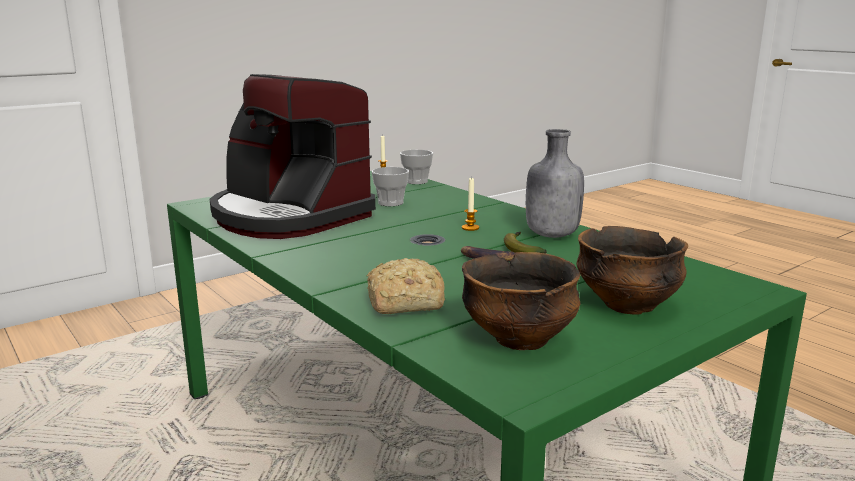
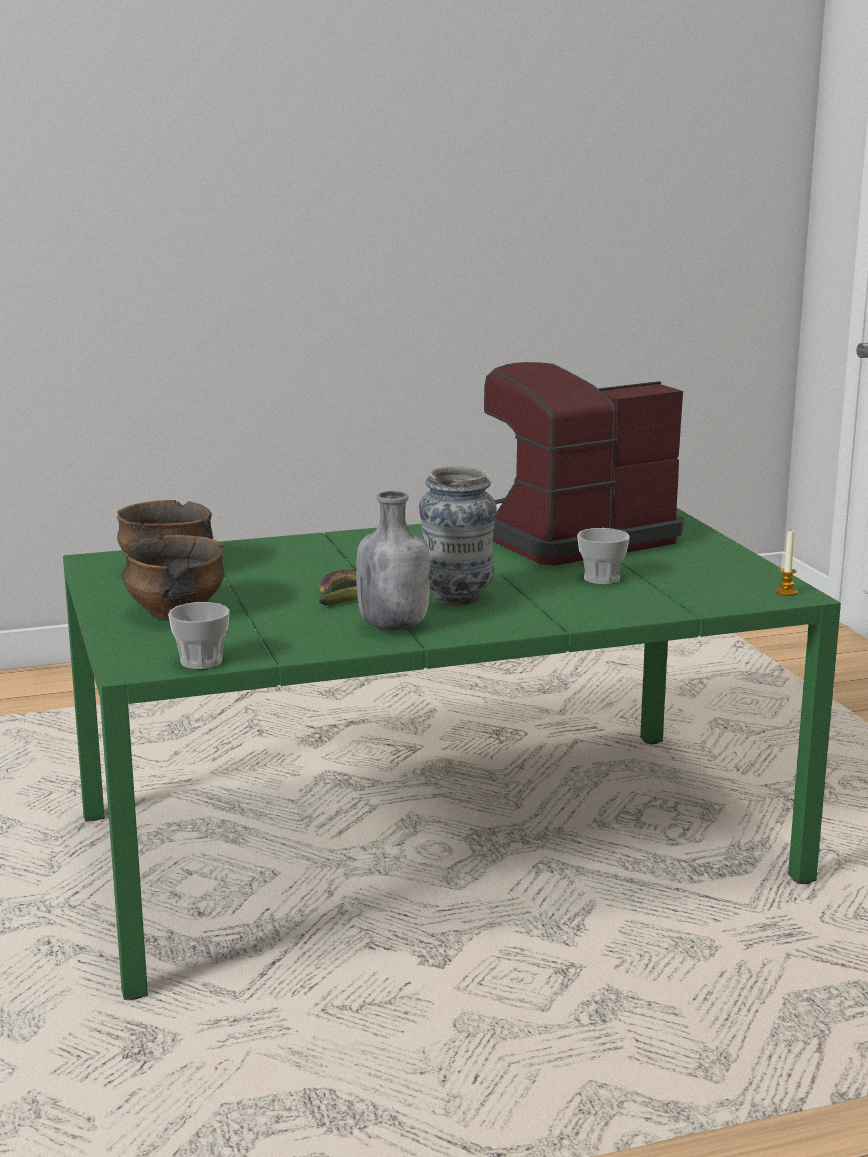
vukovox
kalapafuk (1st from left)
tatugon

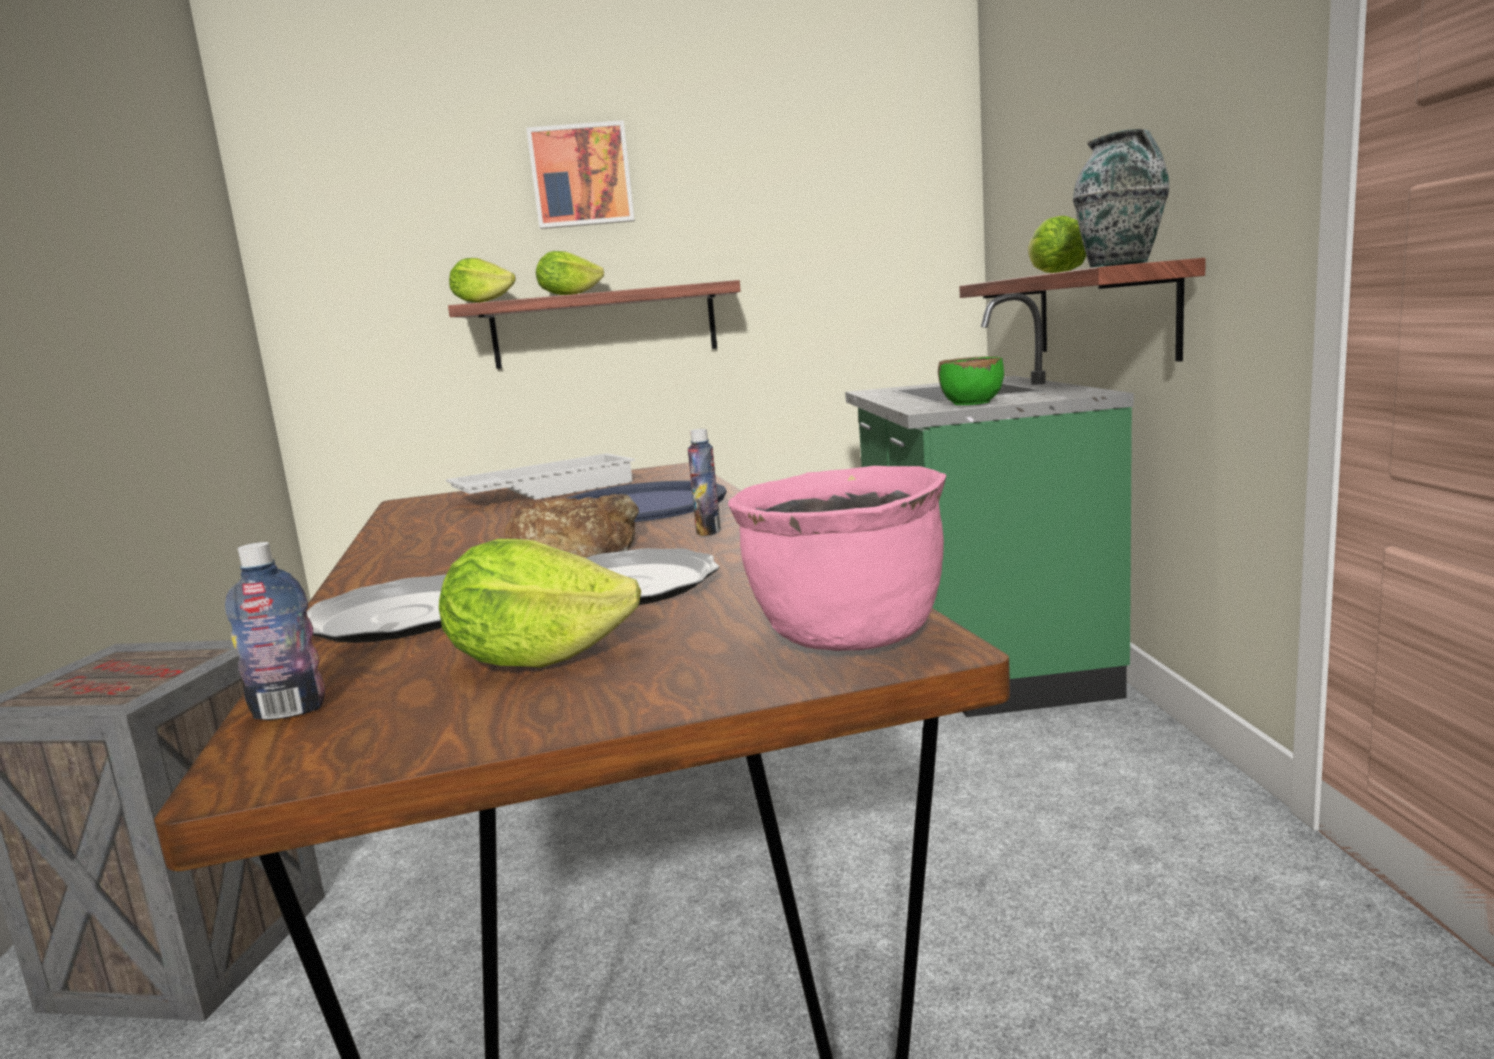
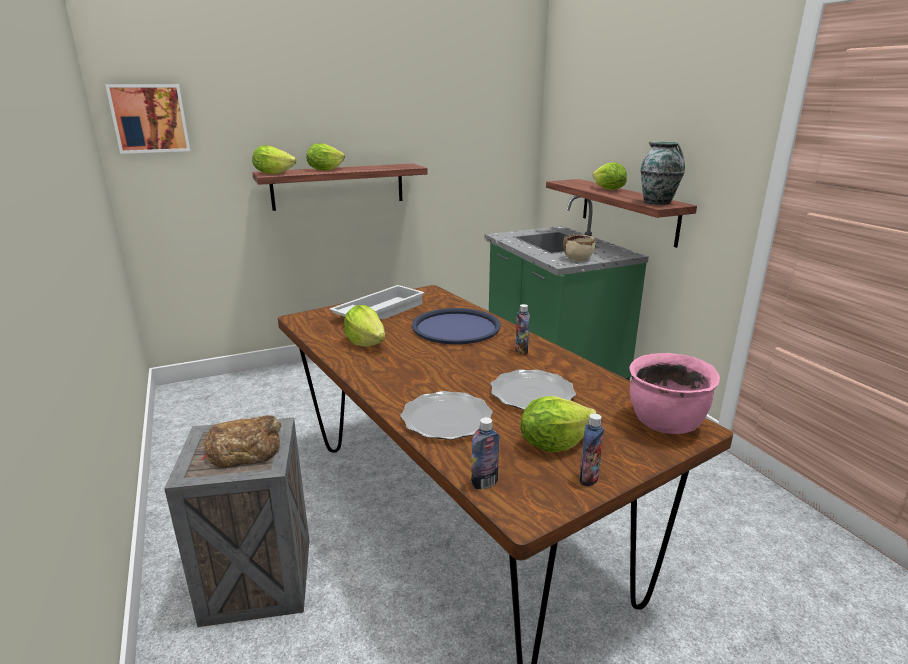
vukovox
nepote
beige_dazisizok
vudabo (3rd from left)
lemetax (3rd from left)

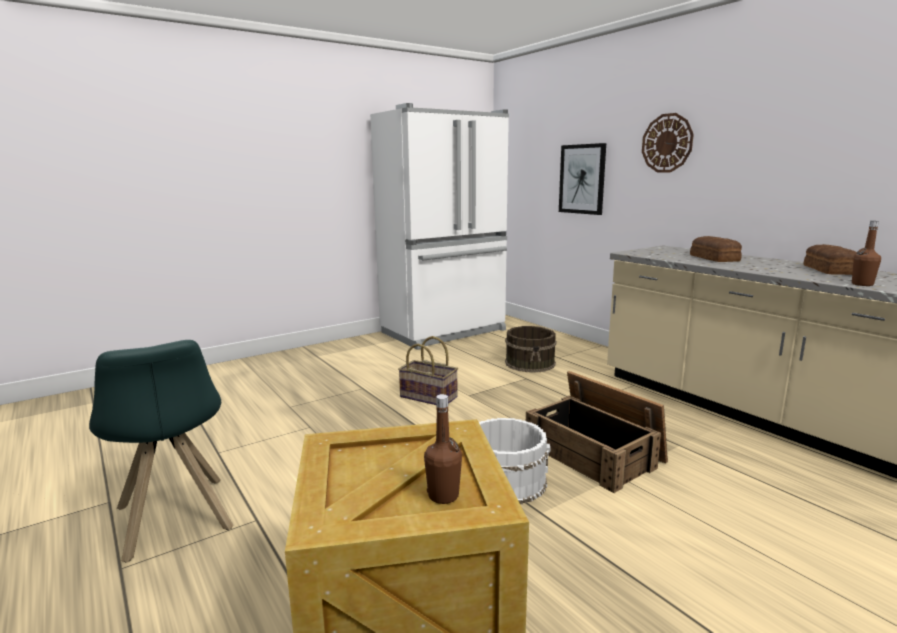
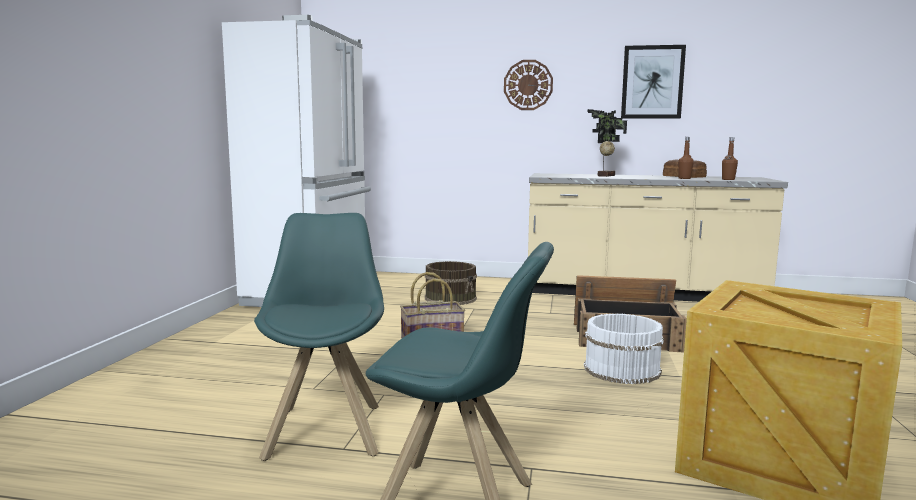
brown_lemetax (1st from left)
nepote
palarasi
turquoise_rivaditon (1st from left)

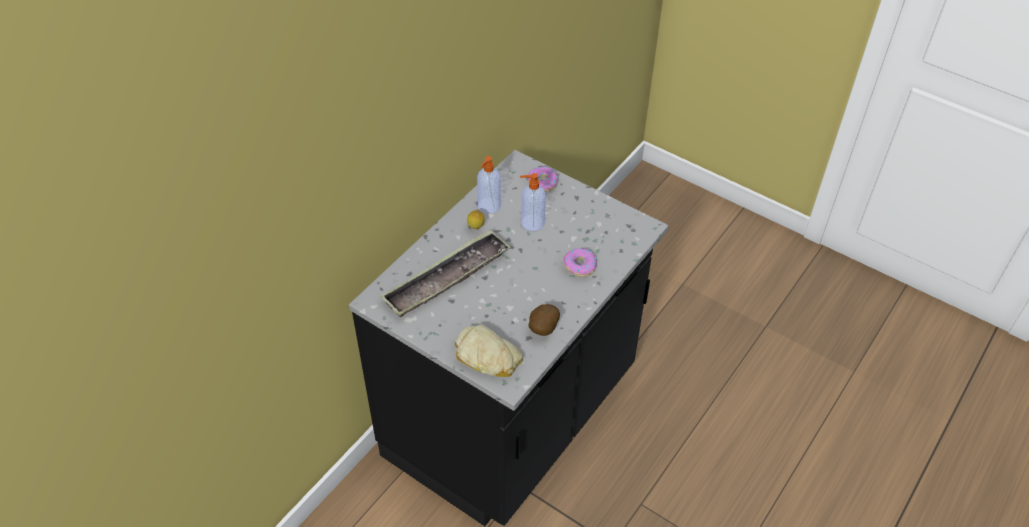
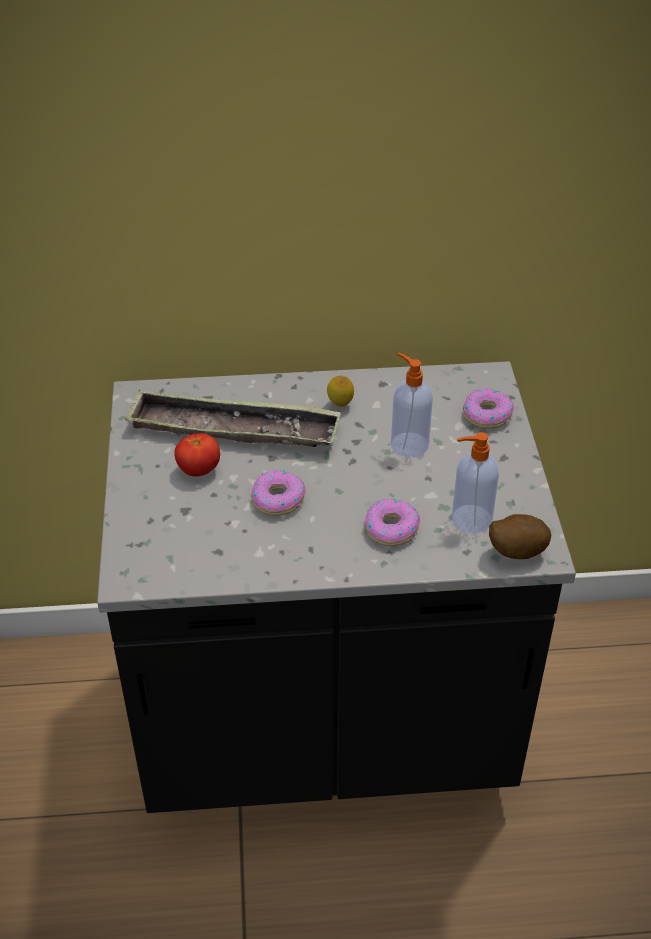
vukovox
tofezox (2nd from left)
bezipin
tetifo
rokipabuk (1st from left)

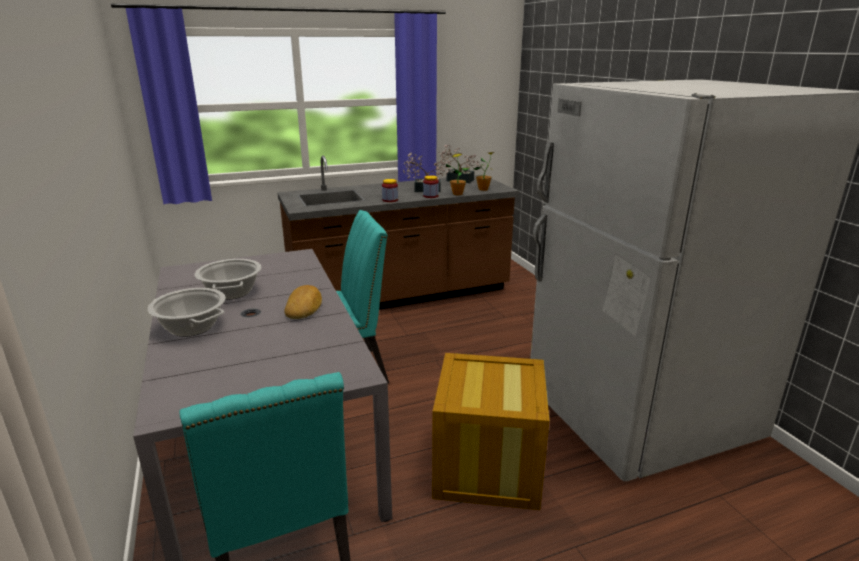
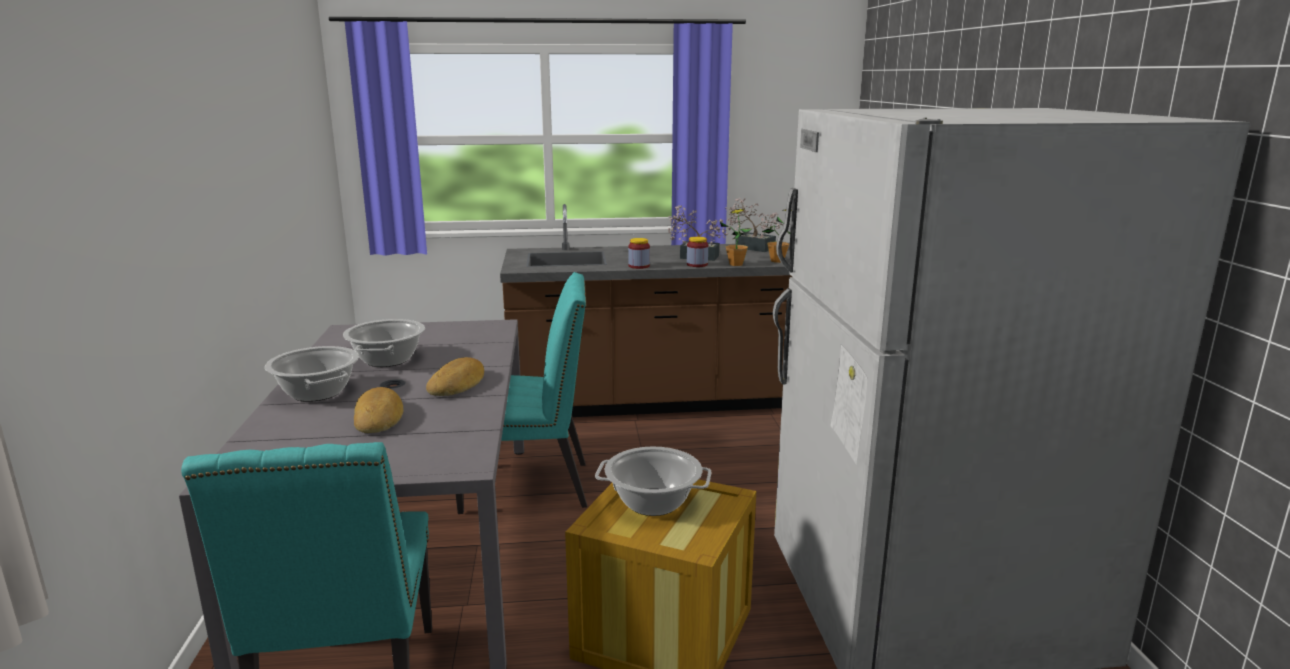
vukovox (1st from left)
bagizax (3rd from left)

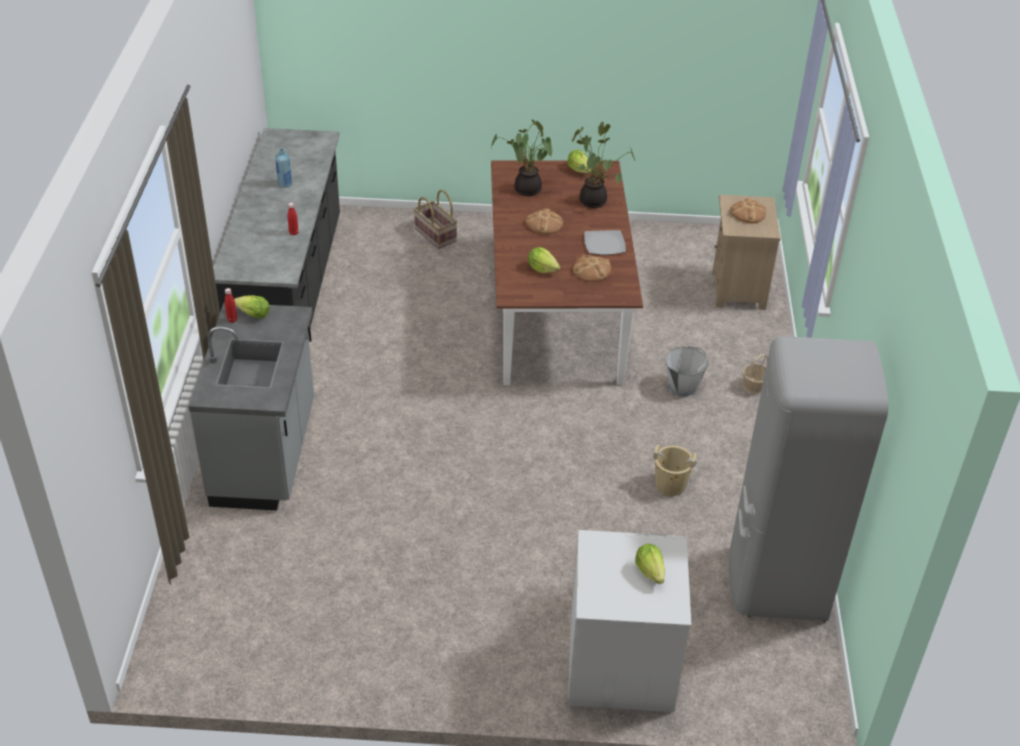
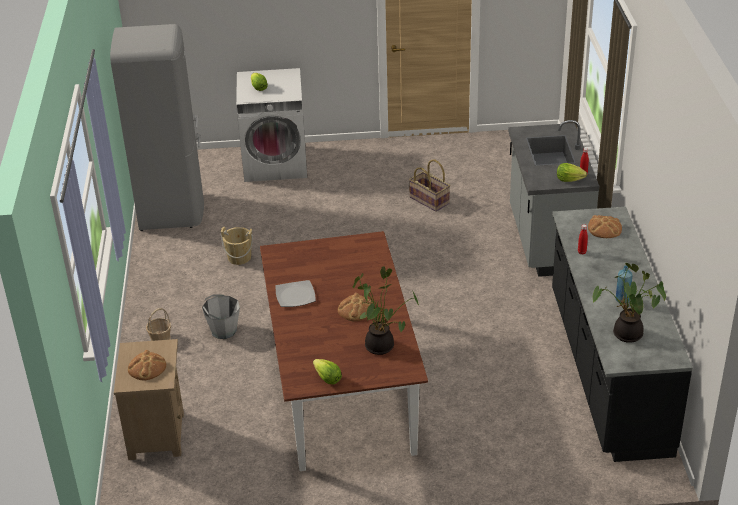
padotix (2nd from left)
vudabo (2nd from left in the first image)
palarasi (2nd from left)
vukovox (3rd from left)

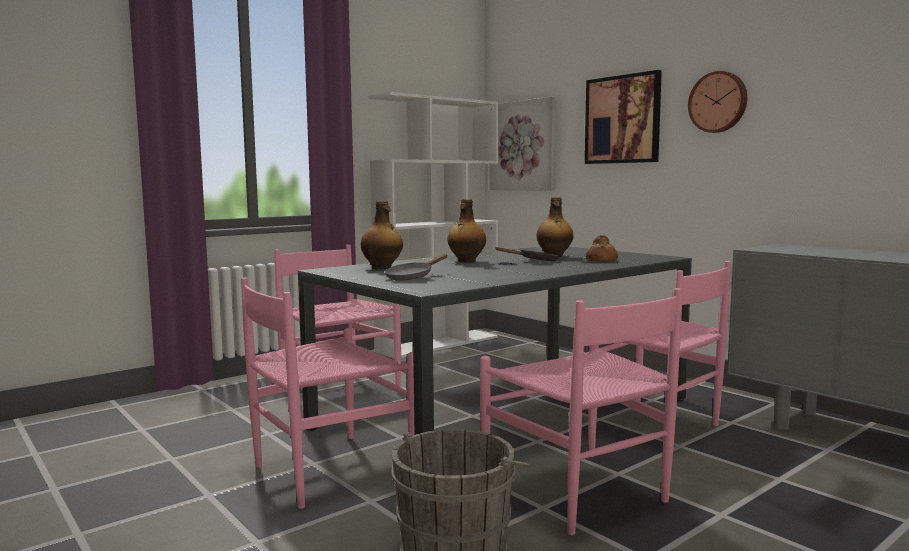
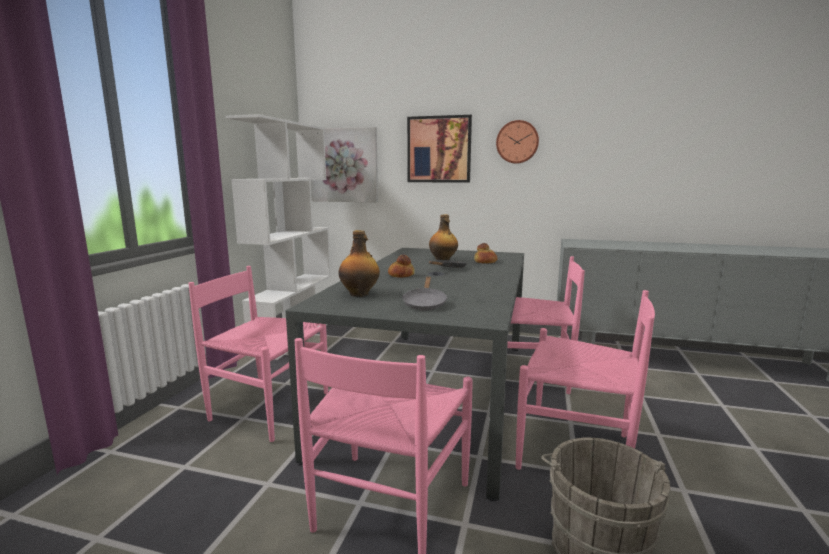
vukovox (1st from left)

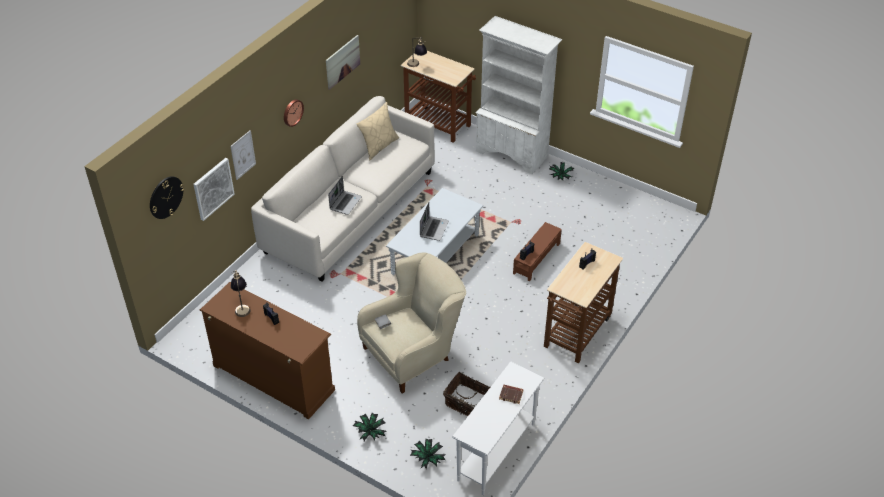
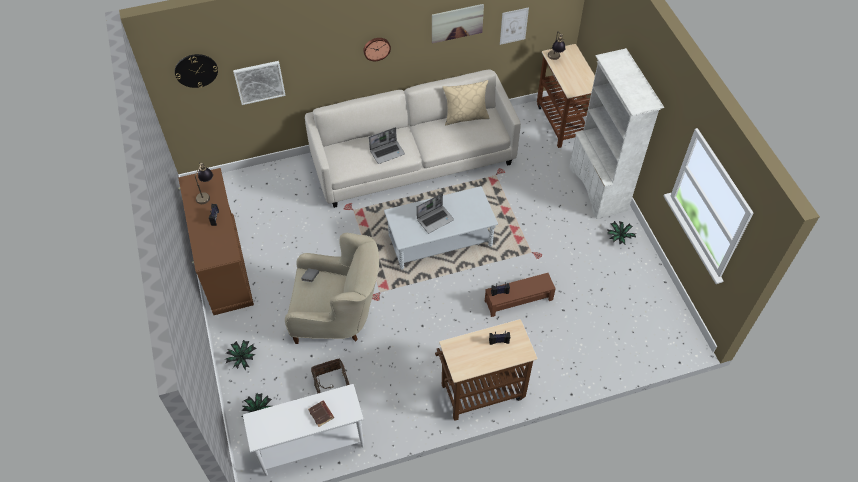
nepote (3rd from left)

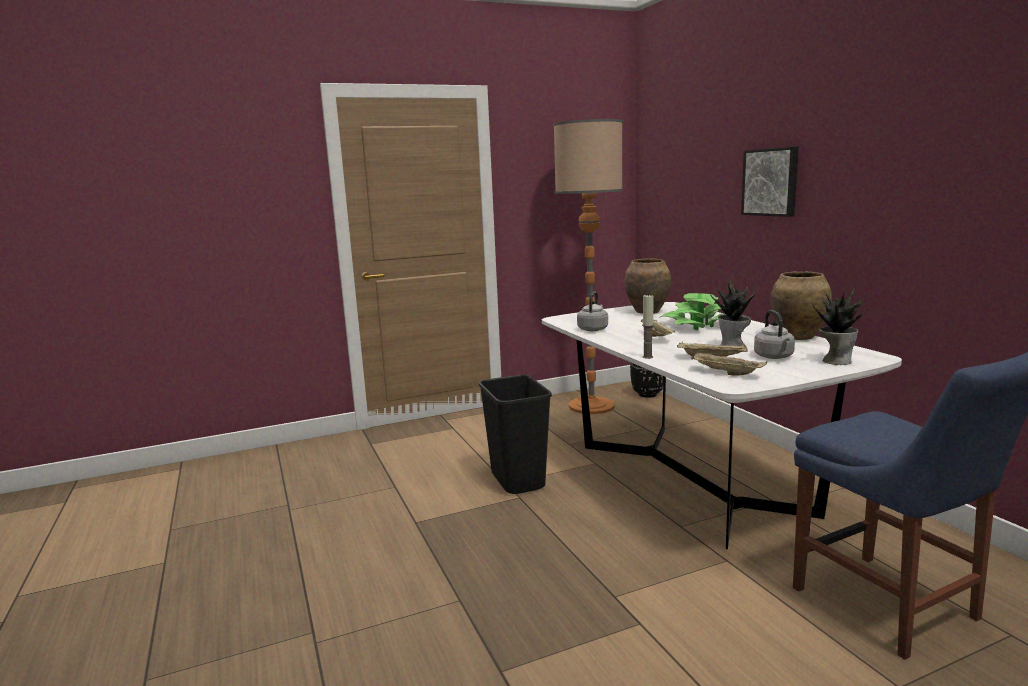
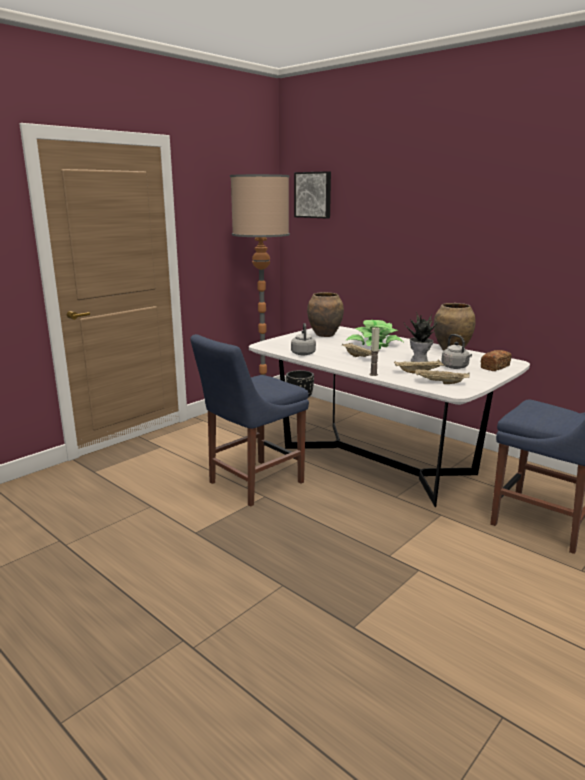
blue_rivaditon (1st from left)
nepote
vukovox

